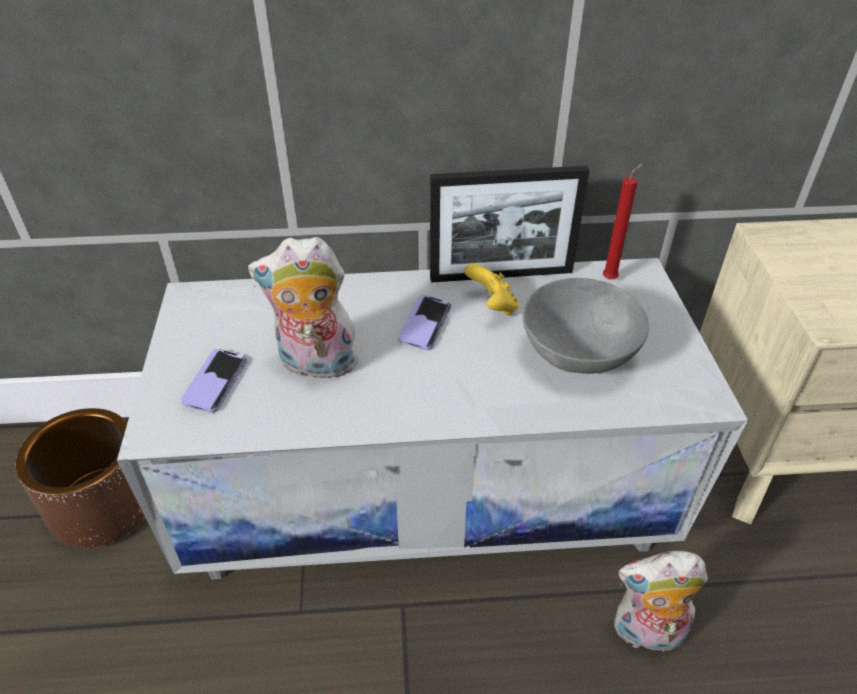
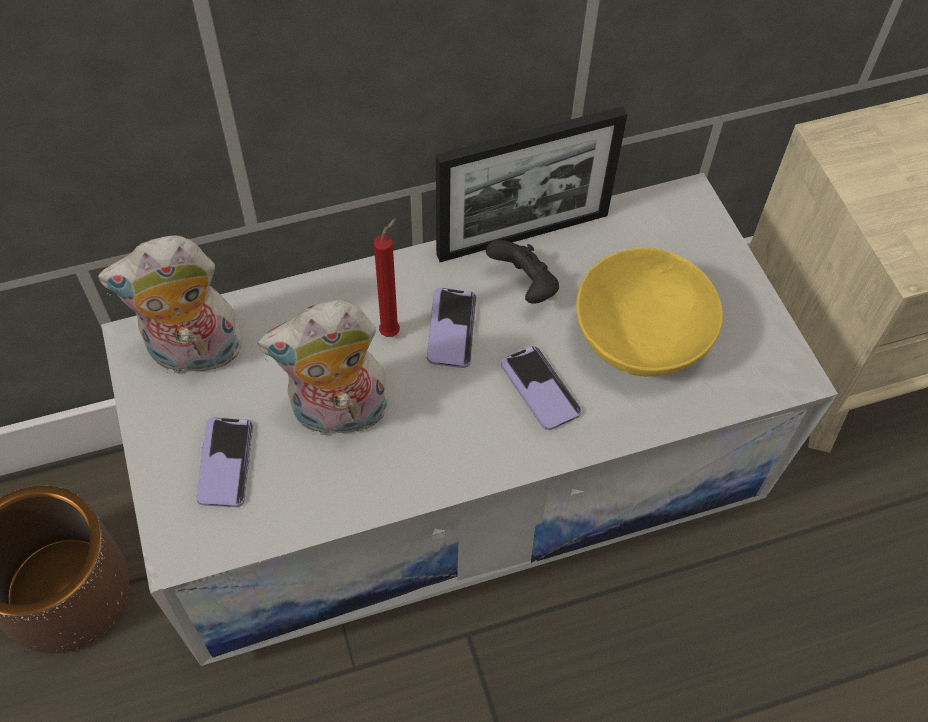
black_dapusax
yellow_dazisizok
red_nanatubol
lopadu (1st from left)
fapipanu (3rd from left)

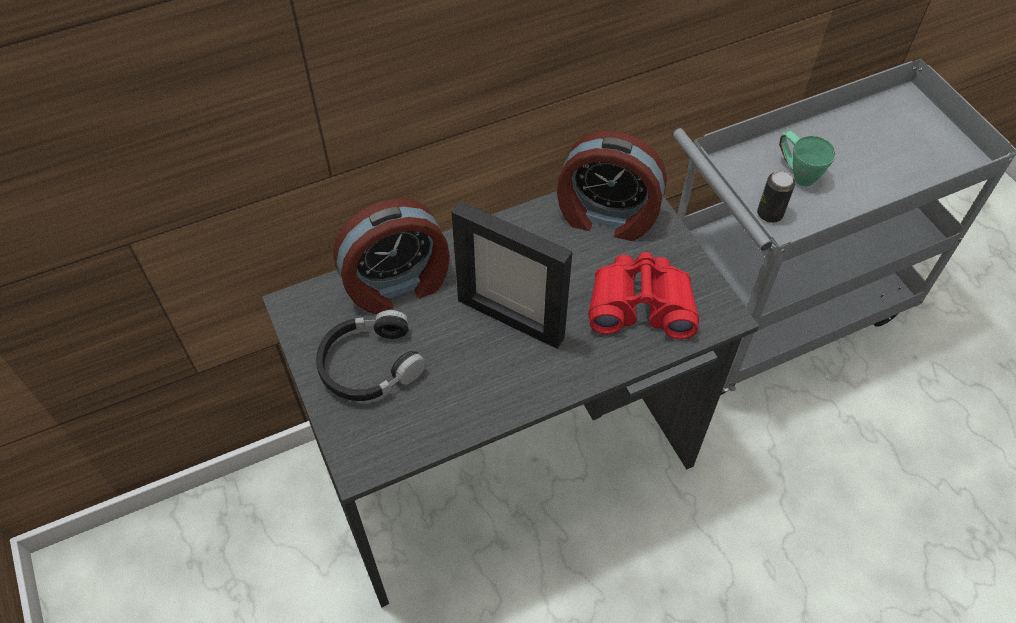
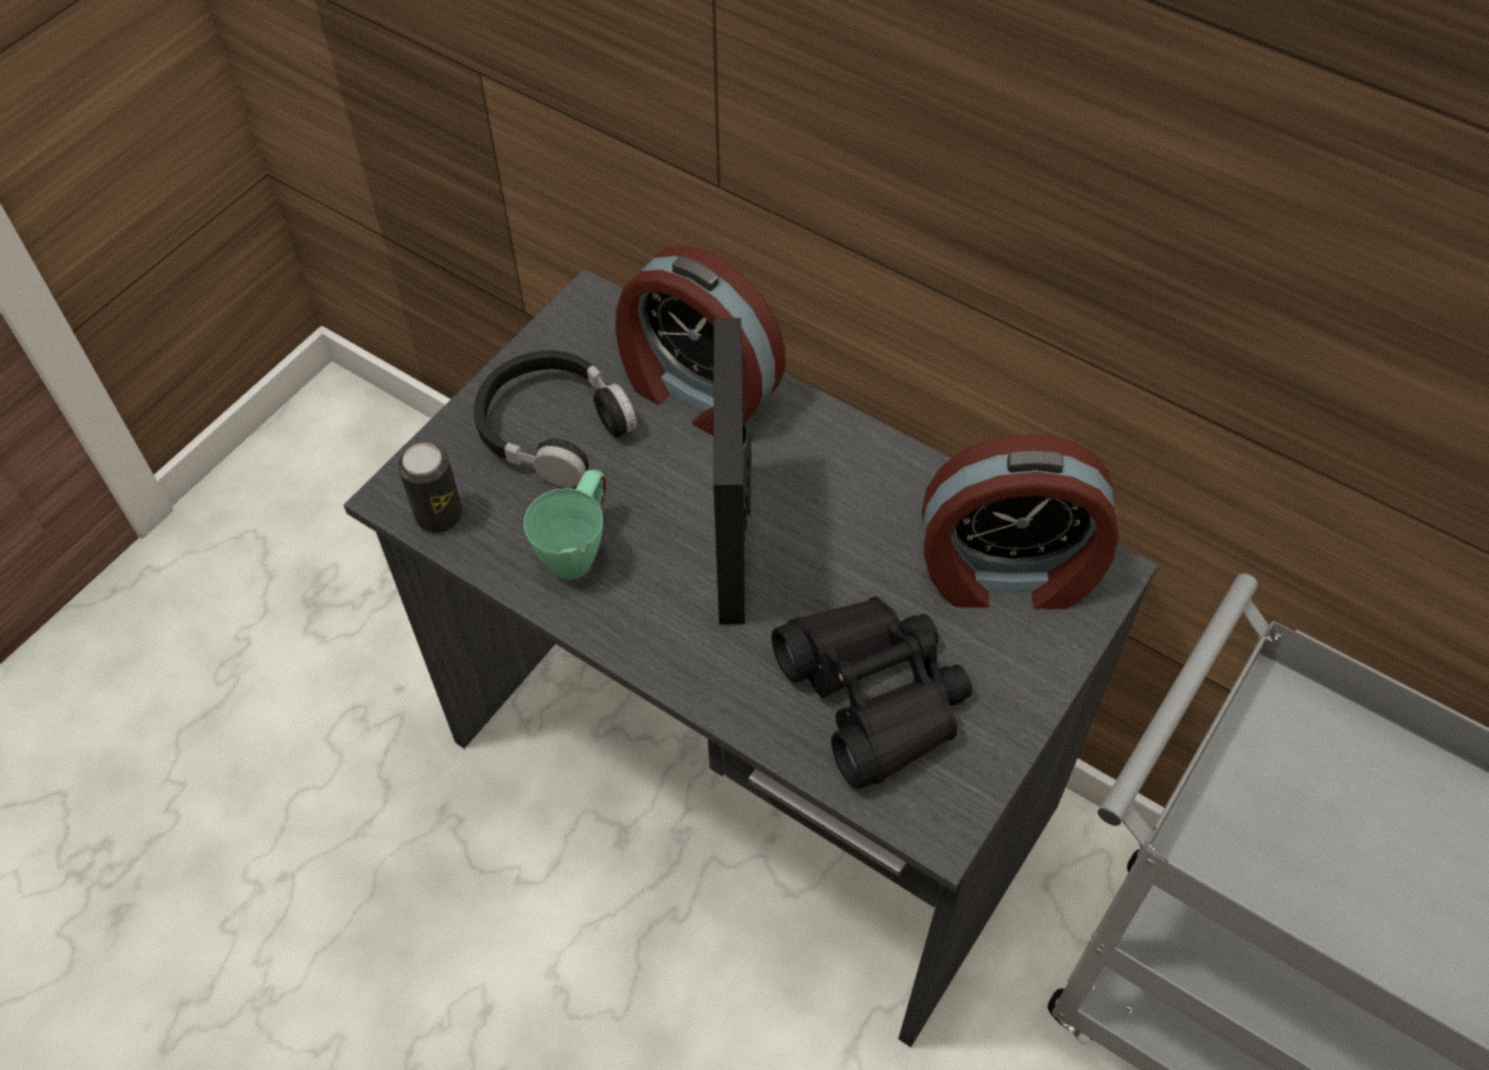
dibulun (2nd from left)
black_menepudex
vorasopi
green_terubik

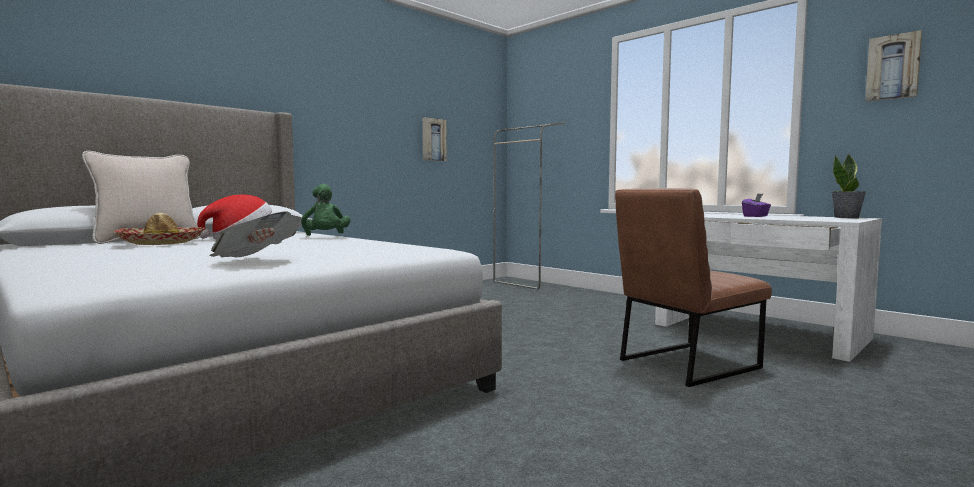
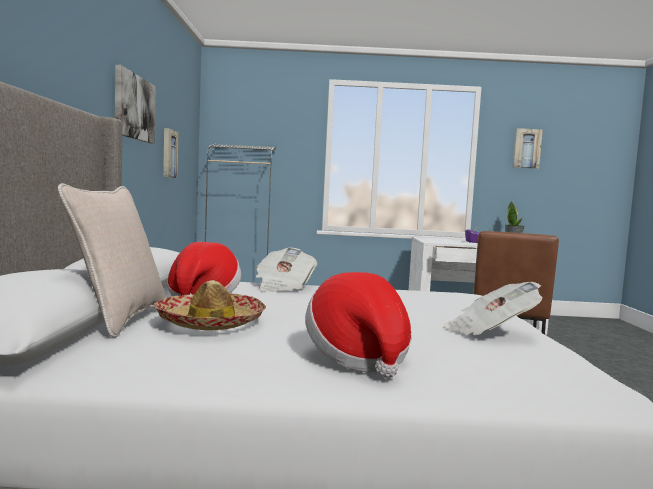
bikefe (1st from left)
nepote (1st from left)
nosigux (3rd from left)

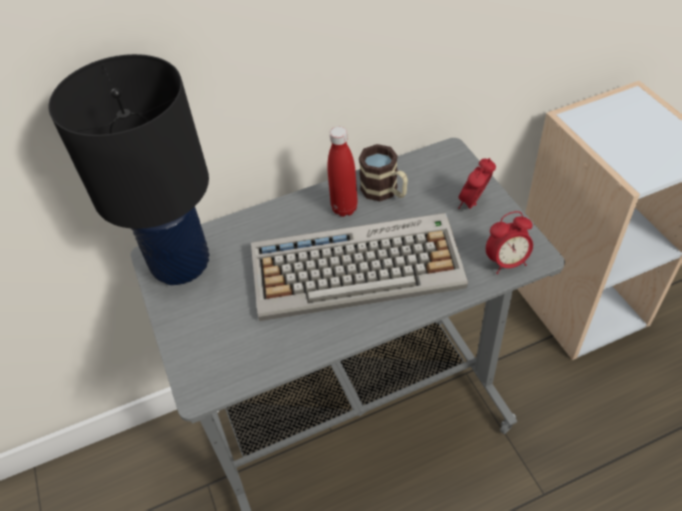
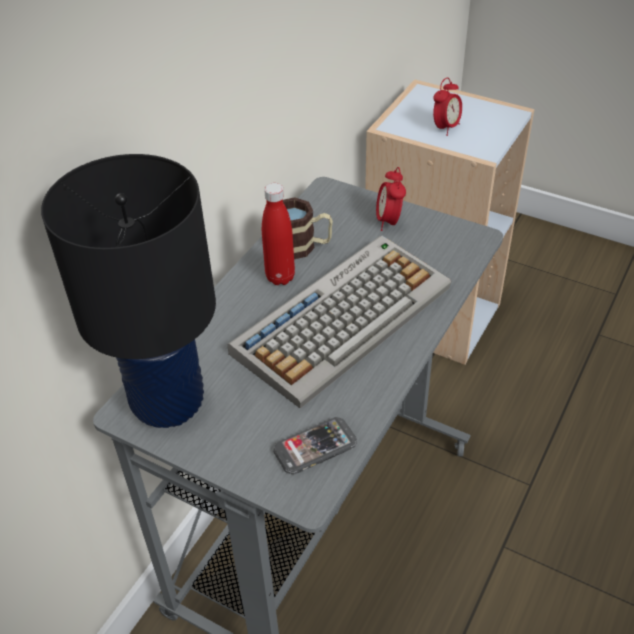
dibulun (2nd from left)
fapipanu

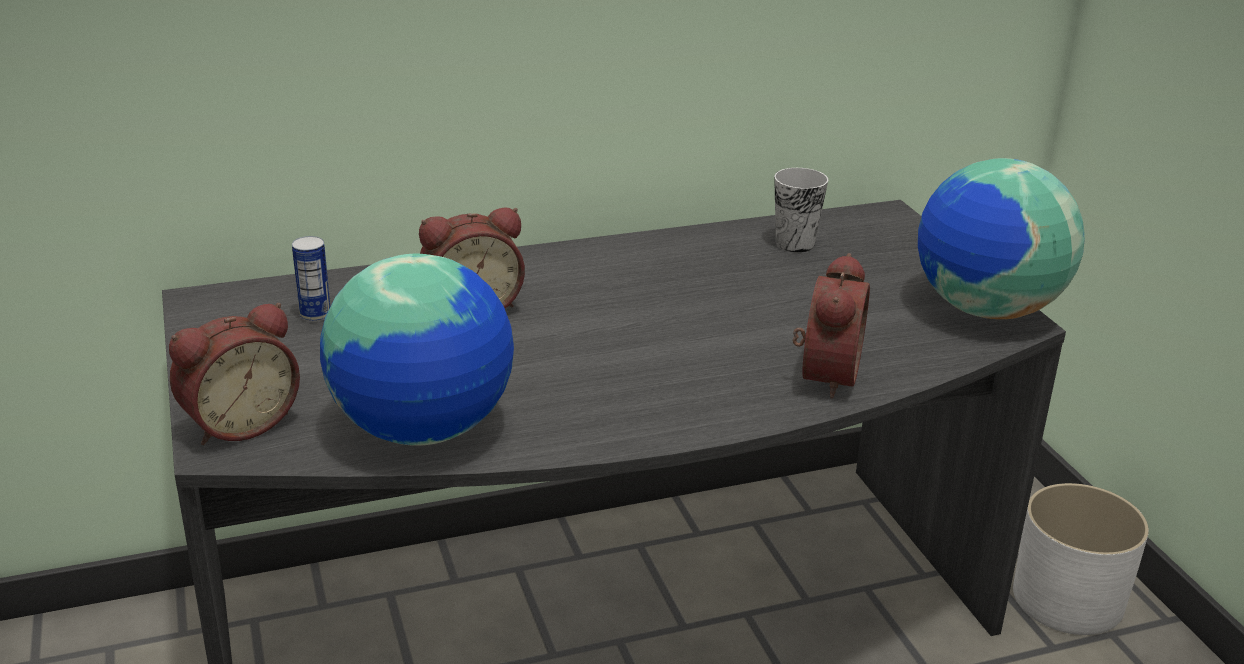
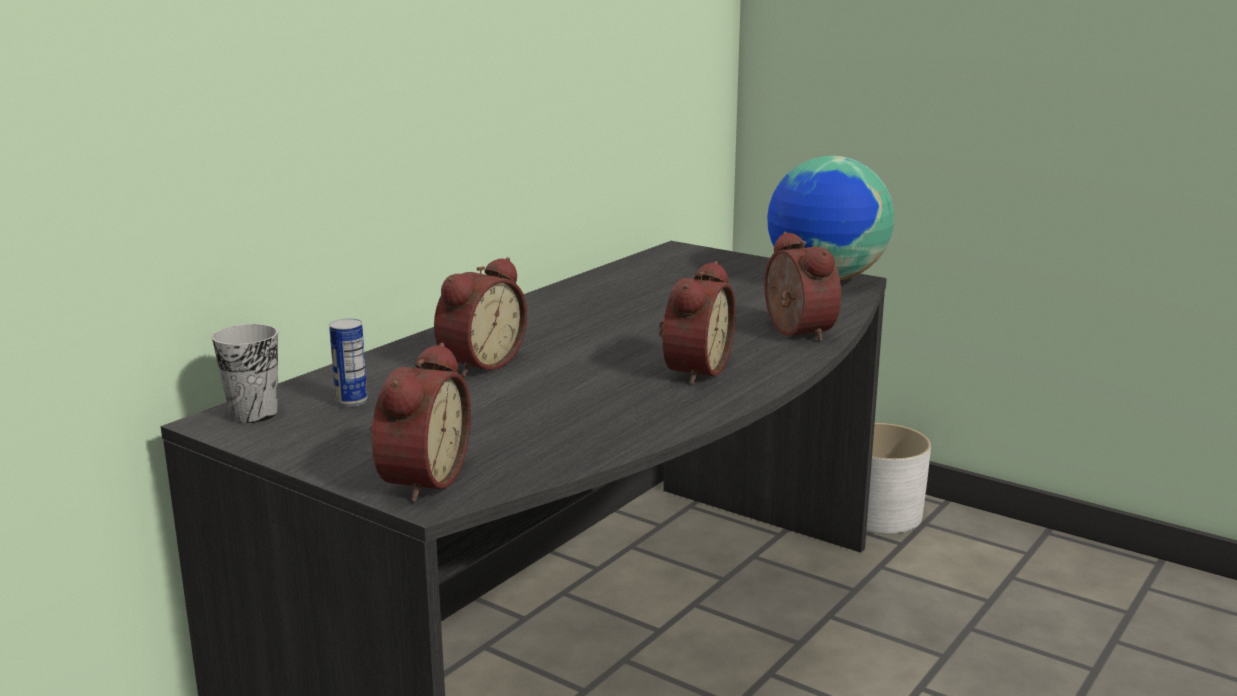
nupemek (1st from left in the first image)
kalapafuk
dibulun (3rd from left)

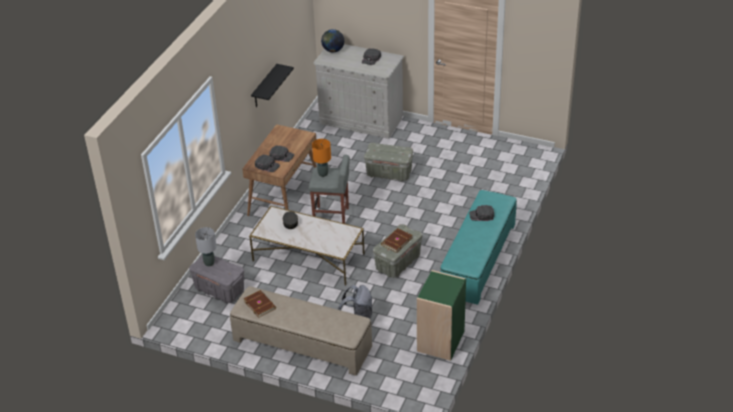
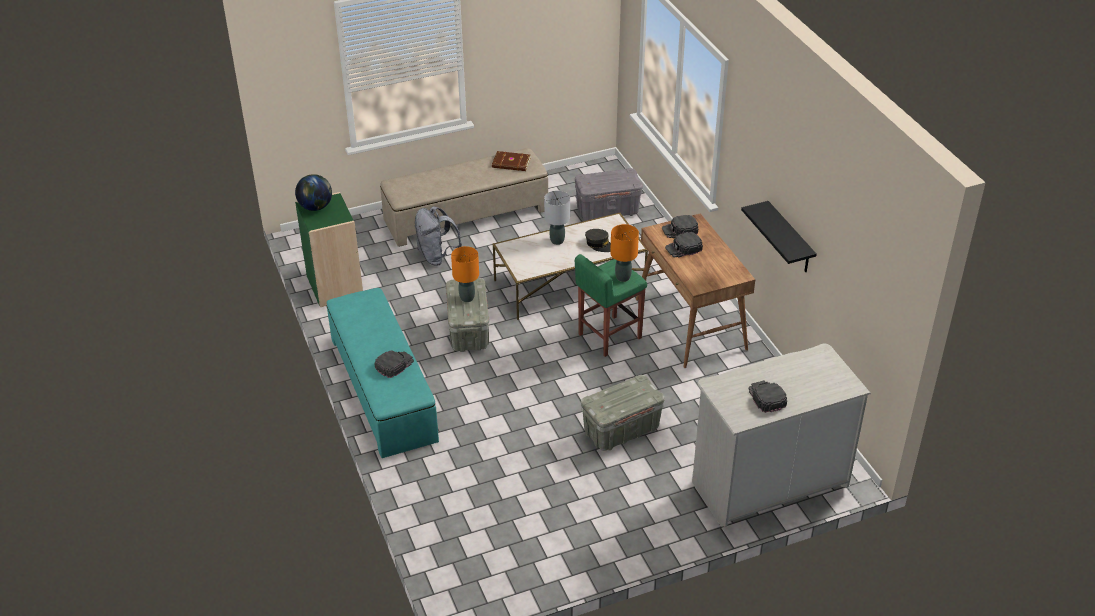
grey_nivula
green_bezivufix
nupemek
orange_nivula (1st from left)

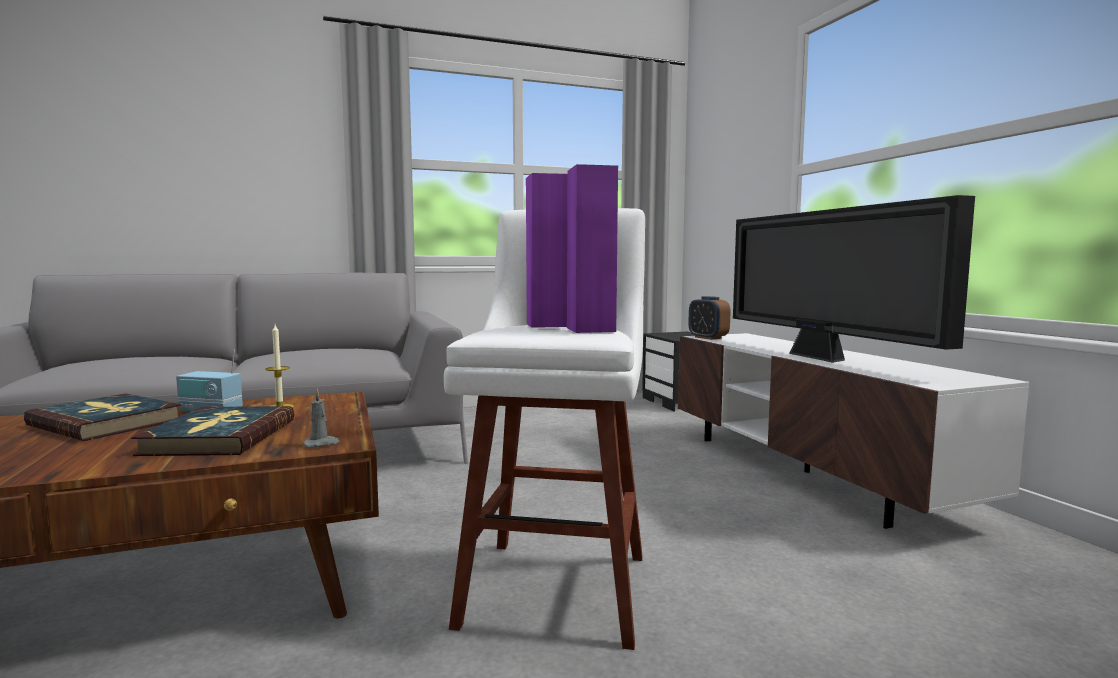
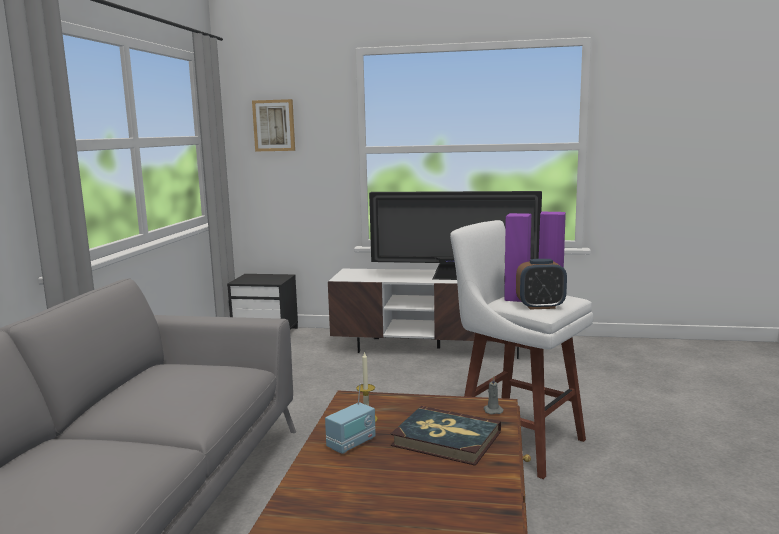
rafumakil (1st from left in the first image)
dibulun
nepote

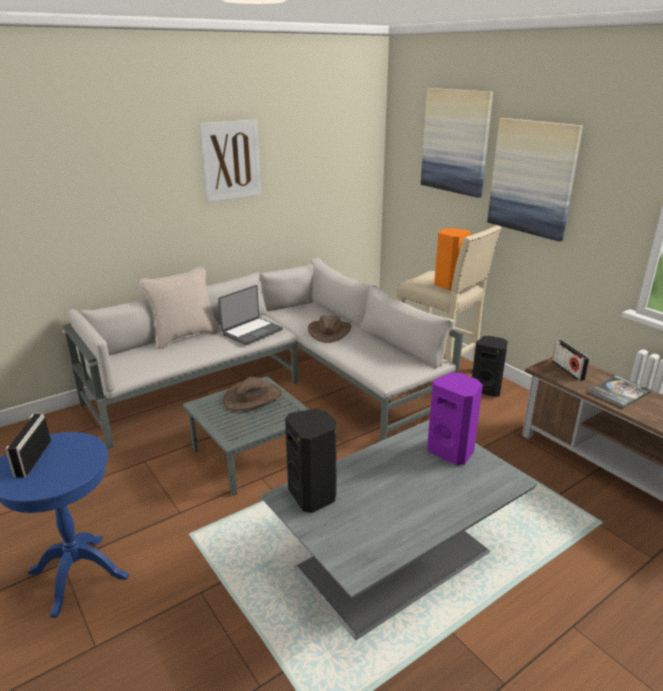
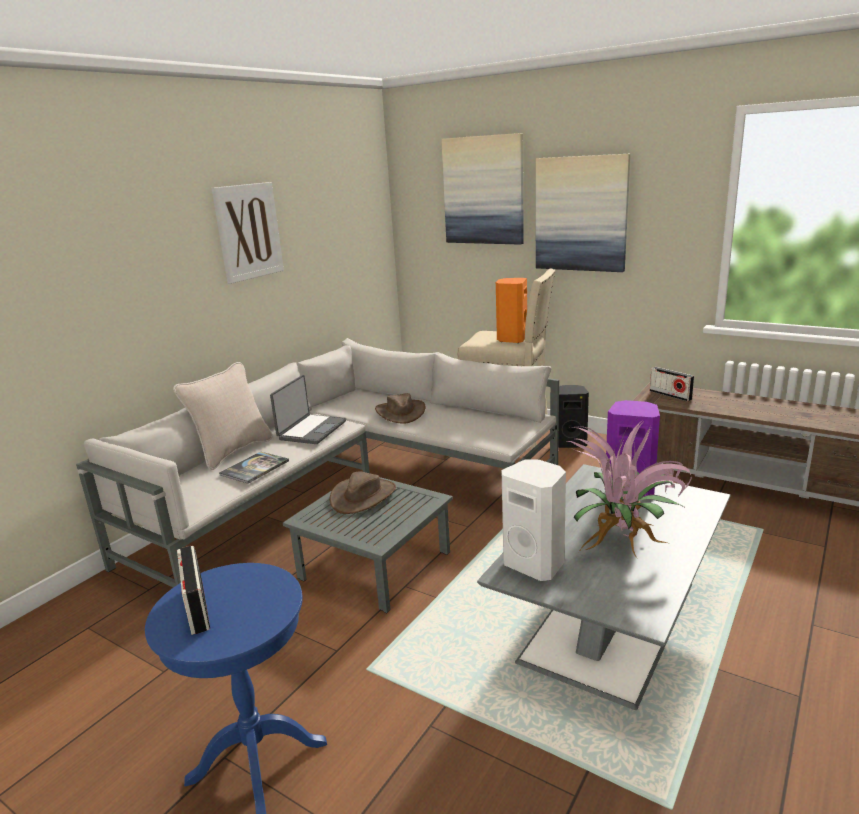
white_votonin
rafumakil
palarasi

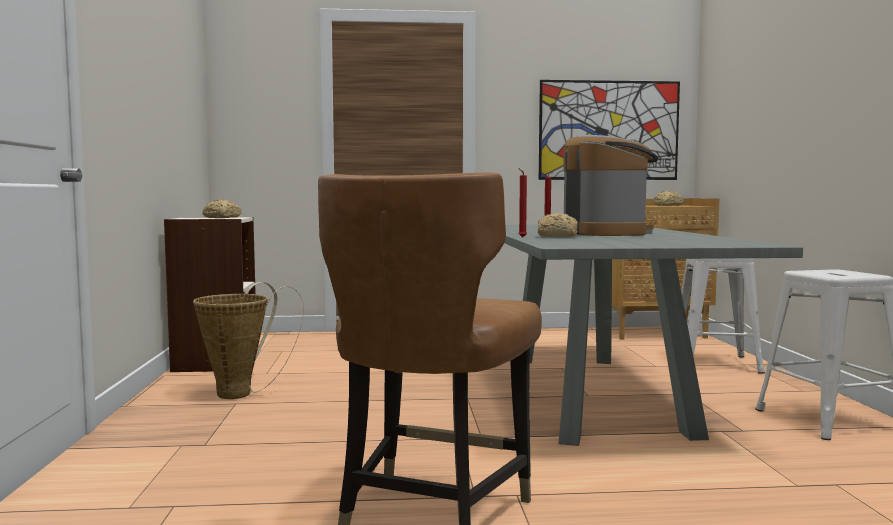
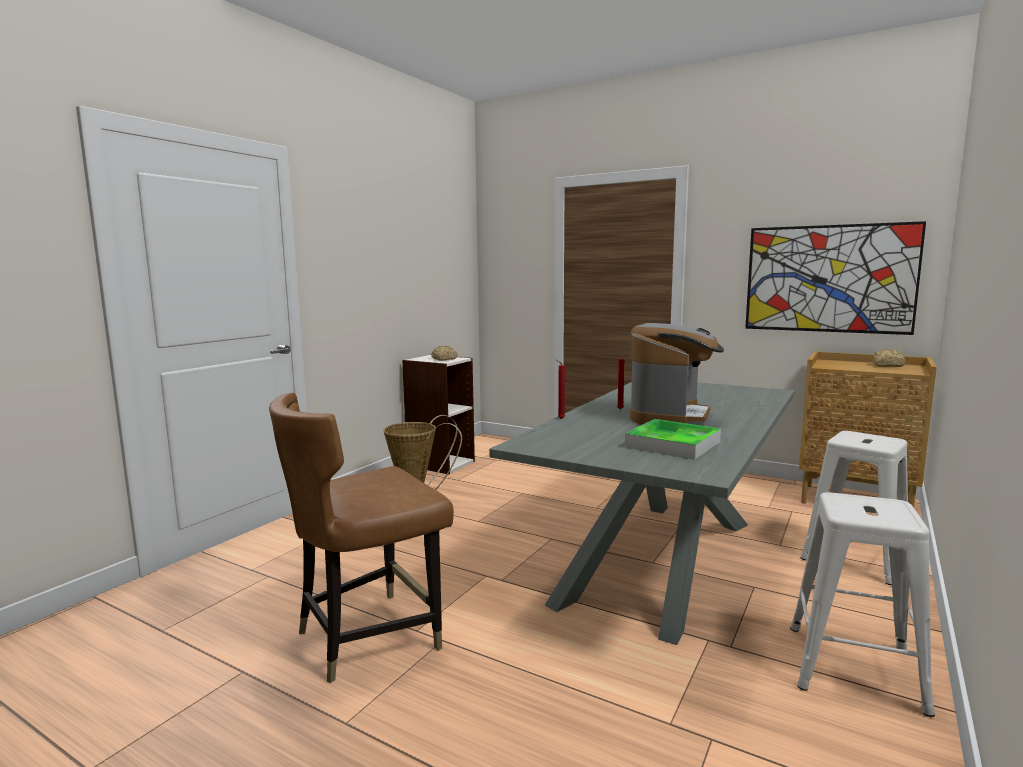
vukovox (2nd from left in the first image)
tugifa

